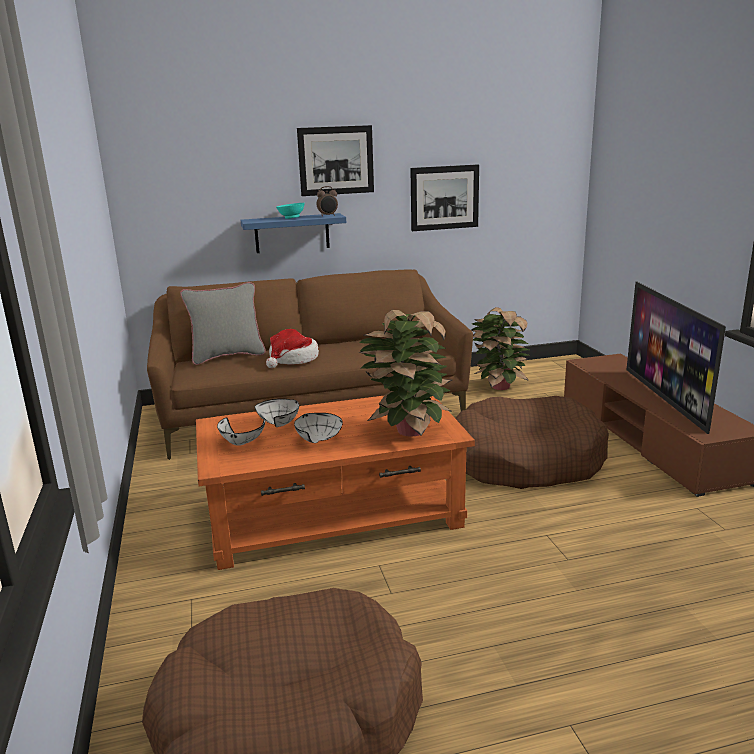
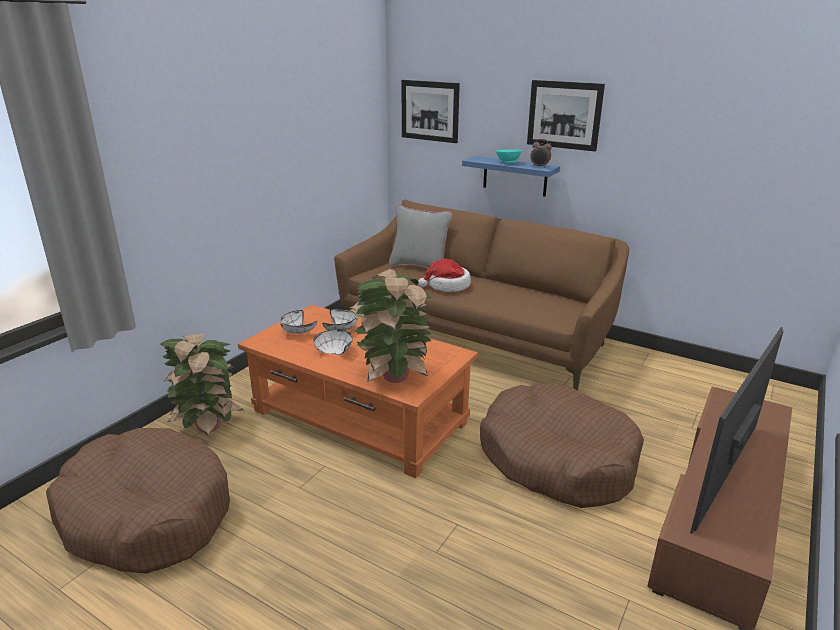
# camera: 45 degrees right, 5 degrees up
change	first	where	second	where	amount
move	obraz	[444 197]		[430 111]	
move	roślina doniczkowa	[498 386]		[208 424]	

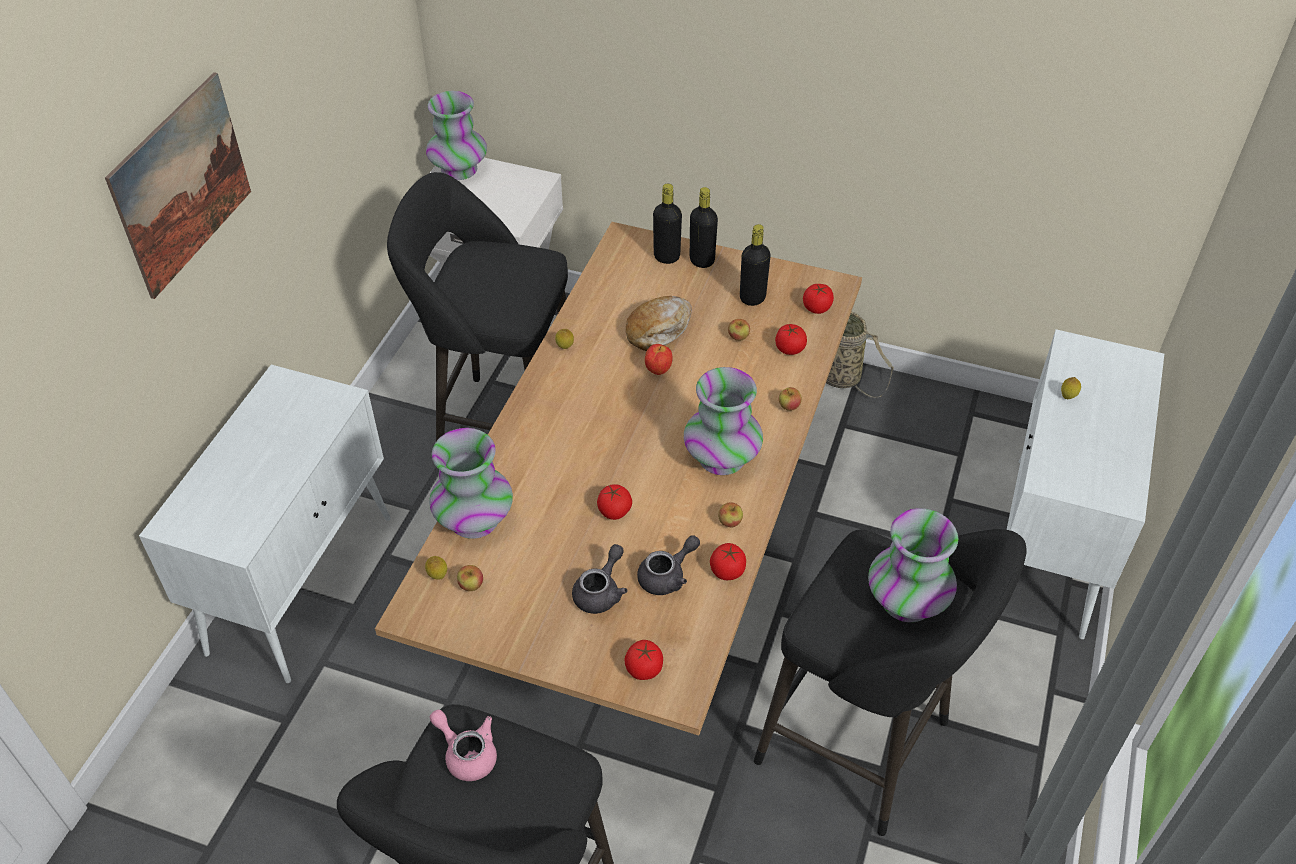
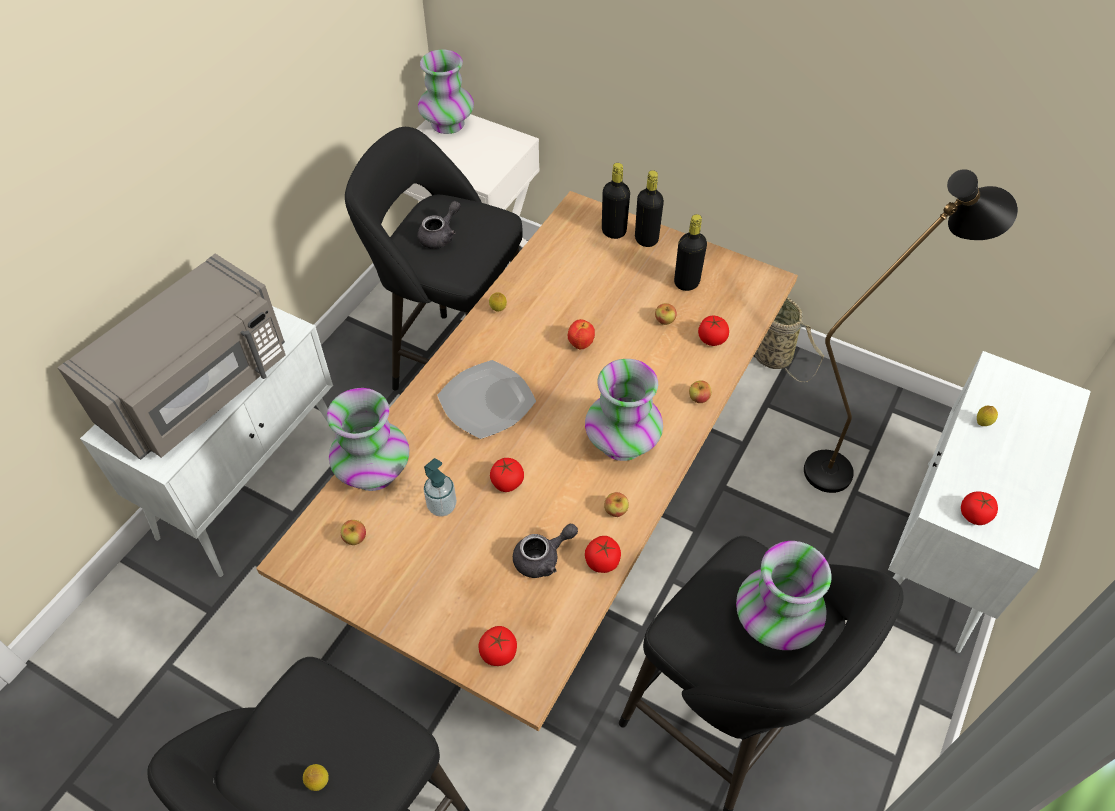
# camera: 10 degrees right, 5 degrees up
change	first	where	second	where	amount
delete	obraz	[182 184]			
move	cytryna	[438 576]		[319 782]	
delete	imbryk [różowy]	[467 753]			
move	imbryk [szary]	[601 592]		[440 236]	
delete	chleb	[658 329]			
move	pomidor	[817 308]		[974 515]	
insert			mikrofalówka [szary]	[200 389]	
insert			dozownik mydła	[442 506]	
insert			talerz	[488 401]	
insert			lampa stojąca [czarny]	[843 465]	

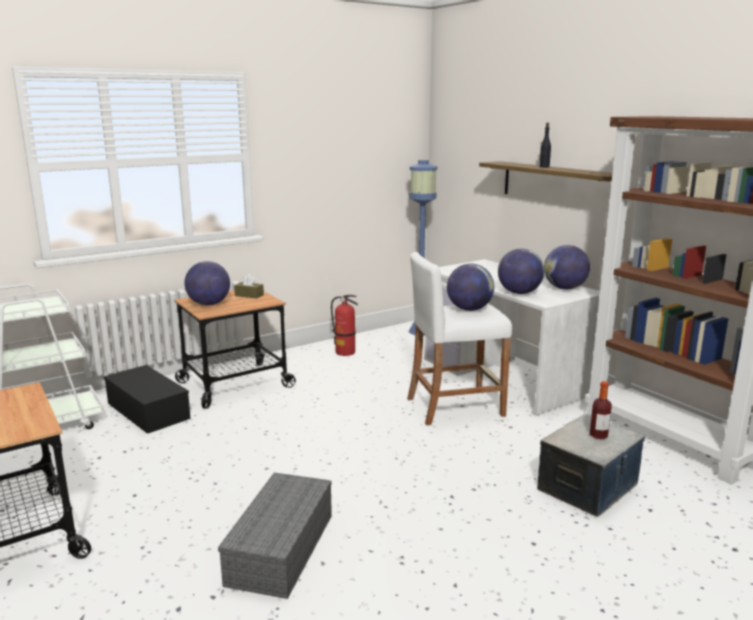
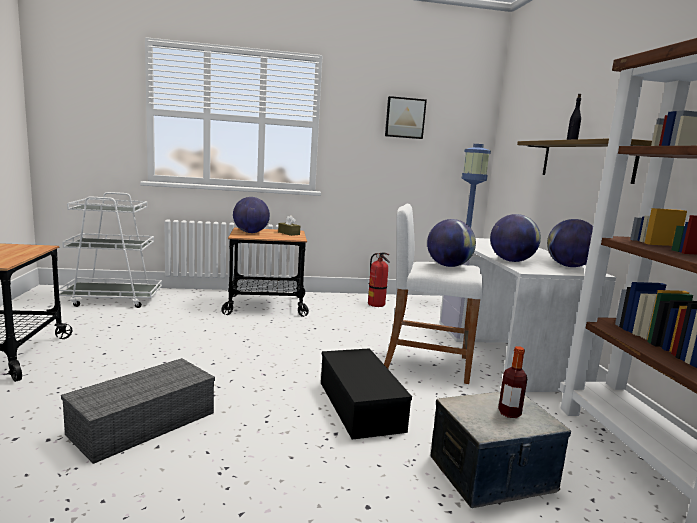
# camera: 25 degrees right, 5 degrees down
change	first	where	second	where	amount
move	pojemnik do przechowywania [czarny]	[149 411]		[362 406]	
insert			obraz	[405 118]	

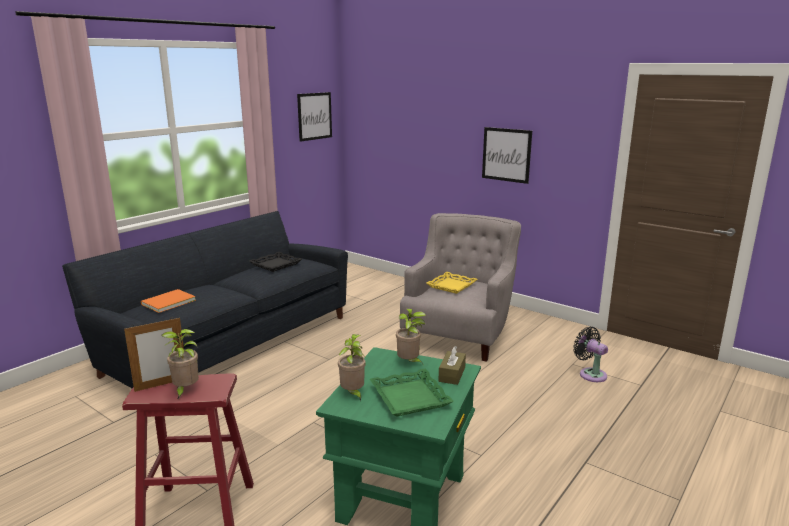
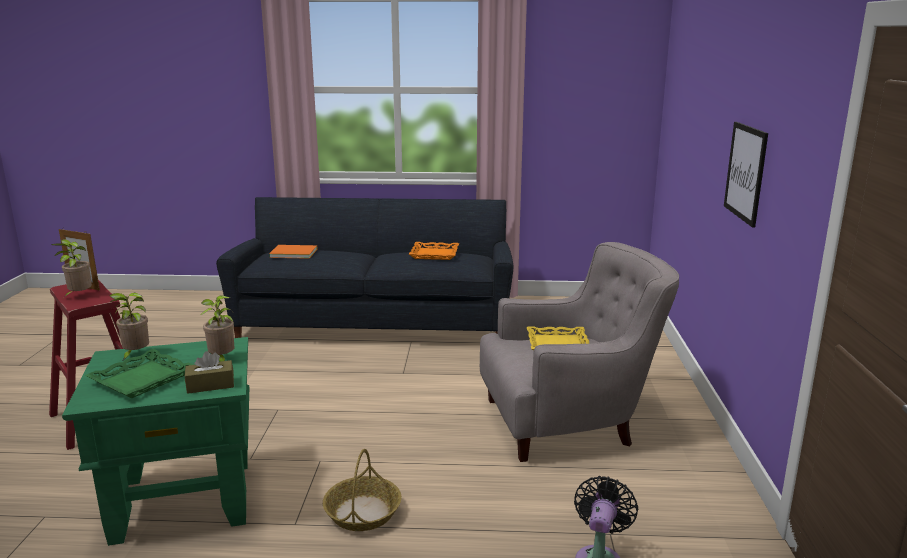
# camera: 55 degrees right, 0 degrees up
change	first	where	second	where	amount
recolor	taca [czarny]	[275 264]	taca [pomarańczowy]	[434 254]	
delete	obraz	[314 116]			
insert			koszyk	[363 513]	

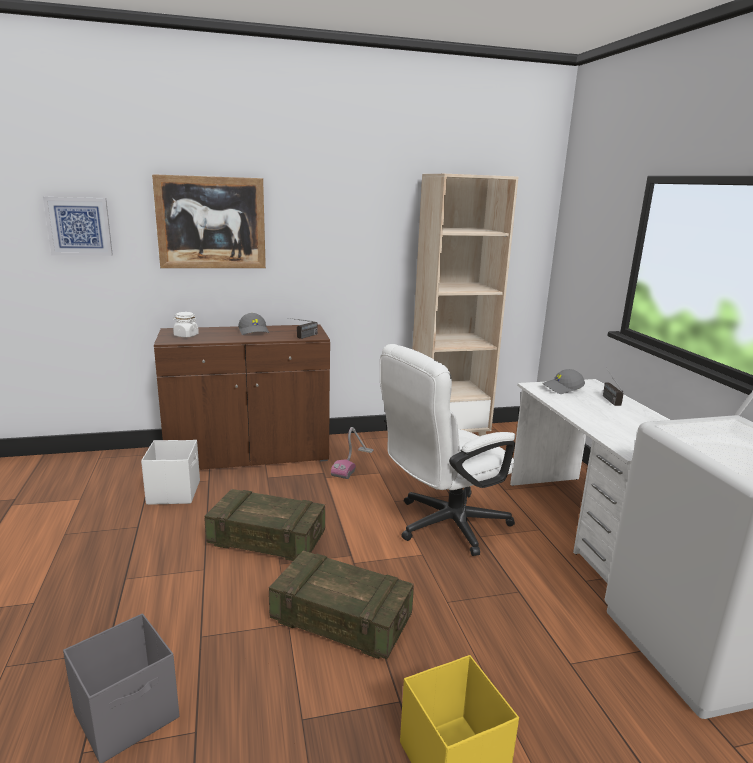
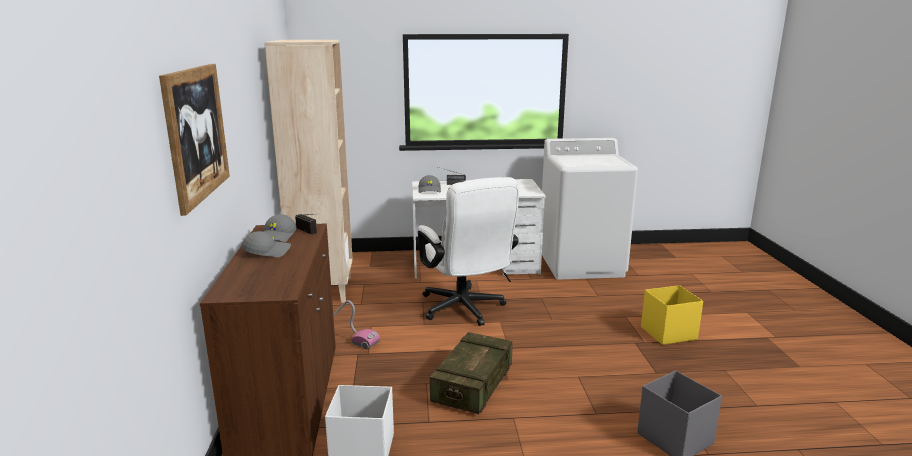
# camera: 80 degrees left, 0 degrees up
change	first	where	second	where	amount
delete	obraz	[79 226]			
delete	słoik [biały]	[186 335]			
delete	skrzynka	[341 621]			
insert			czapka z daszkiem [szary]	[278 236]	

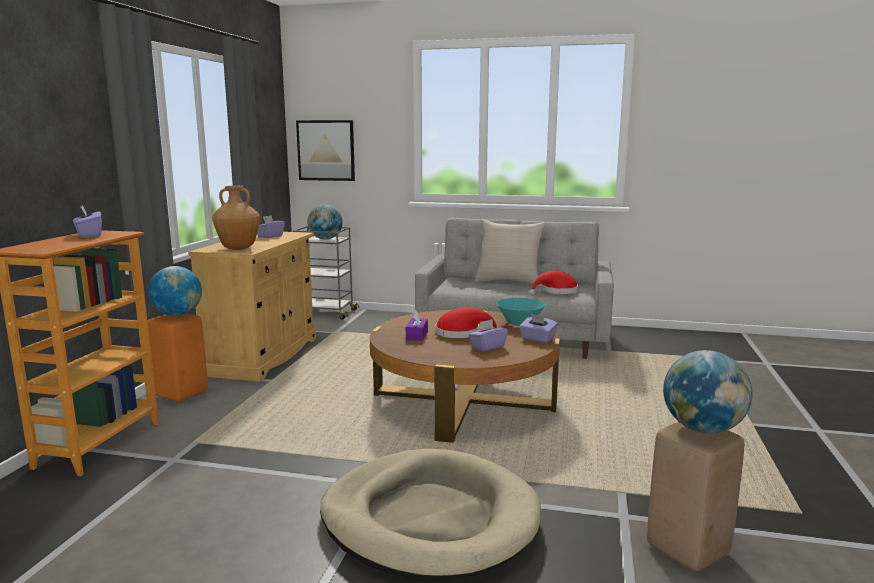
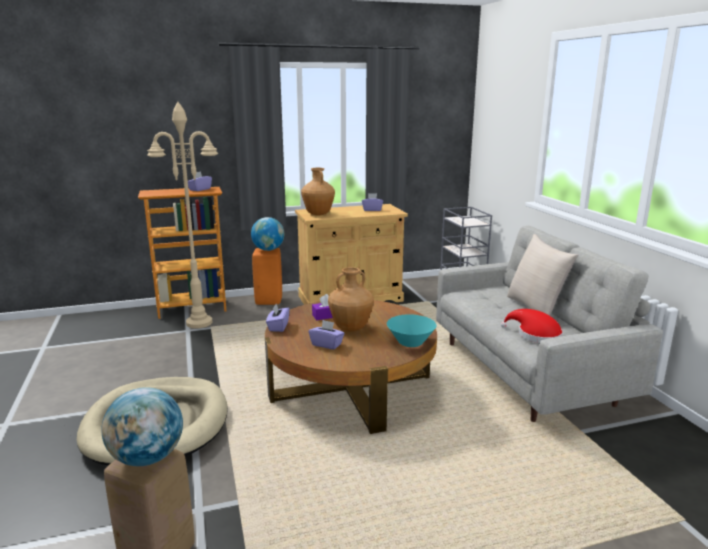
# camera: 60 degrees right, 5 degrees up
change	first	where	second	where	amount
delete	obraz	[326 150]			
delete	globus	[325 239]			
replace	kapelusz [czerwony]	[461 333]	wazon [brązowy]	[351 328]	
move	pudełko chusteczek [fioletowy]	[537 339]		[278 327]	
insert			lampa stojąca [beżowy]	[199 322]	

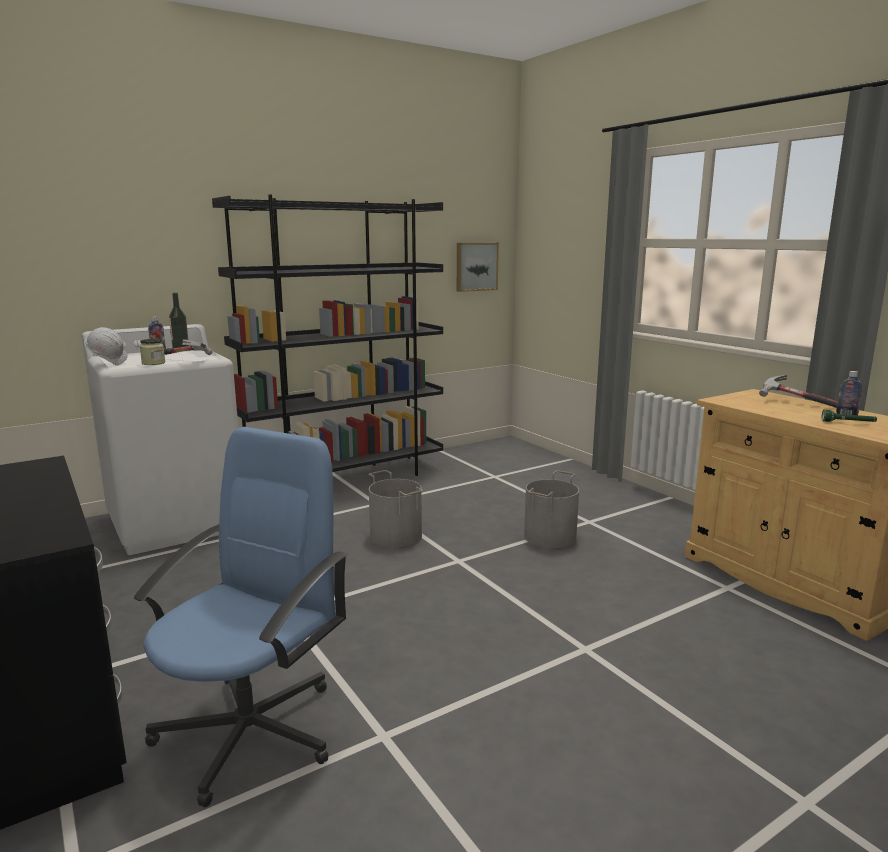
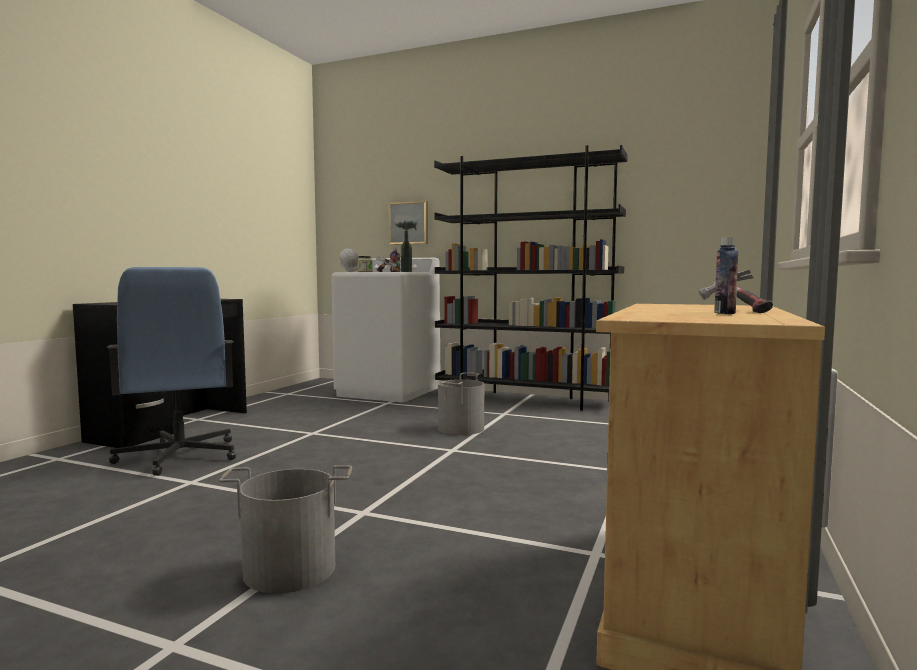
# camera: 55 degrees right, 10 degrees down
change	first	where	second	where	amount
rotate	krzesło biurowe [niebieski]	[251 730]		[179 456]	75 degrees clockwise
move	obraz	[476 266]		[409 223]	
move	wiadro [szary]	[550 537]		[289 570]	
delete	latarka [zielony]	[848 423]			

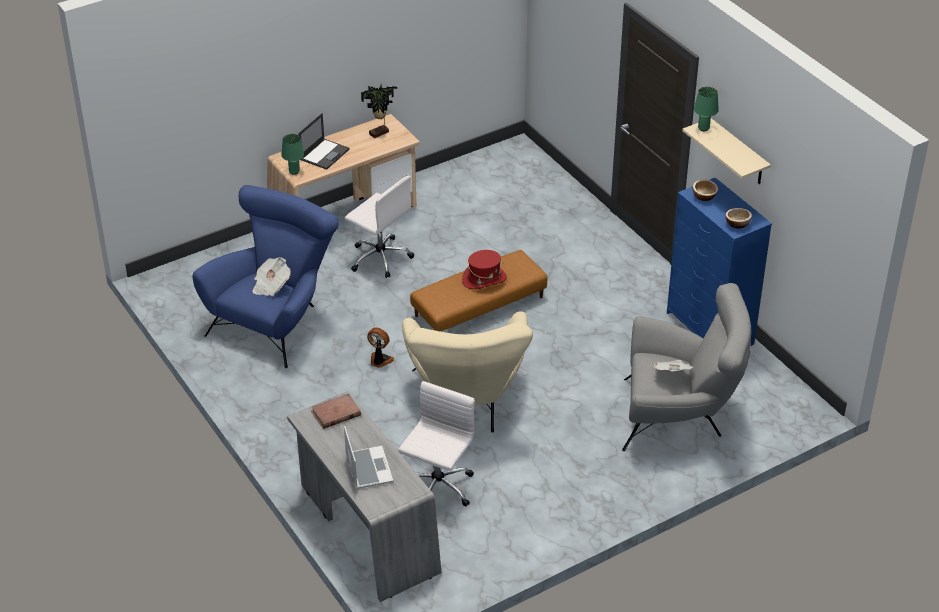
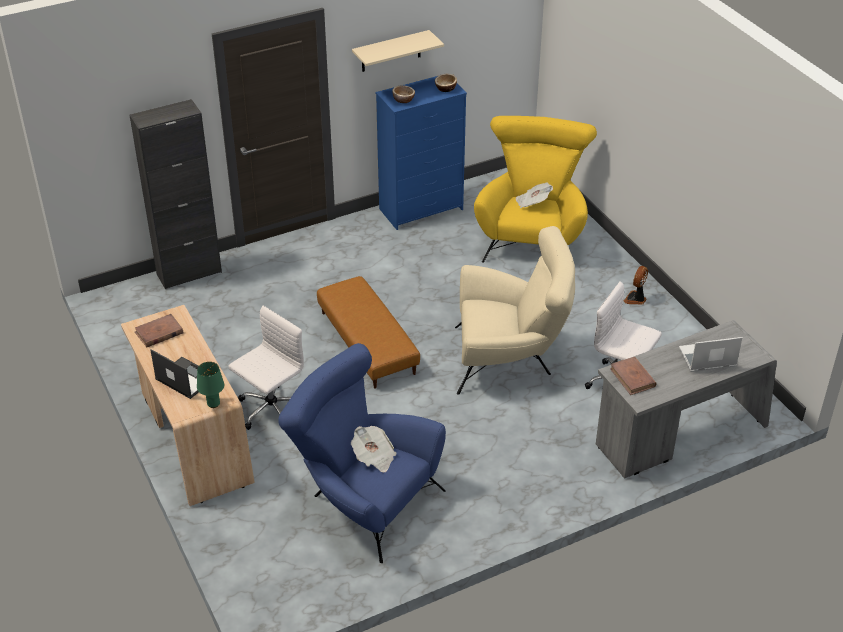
# camera: 85 degrees left, 0 degrees up
change	first	where	second	where	amount
replace	roślina doniczkowa	[380 133]	książka [brązowy]	[159 333]	
move	wentylator	[379 360]		[636 299]	
delete	kapelusz [czerwony]	[484 279]			
recolor	fotel [szary]	[680 417]	fotel [żółty]	[531 237]	
delete	lampa stołowa [zielony]	[703 128]			
insert			szafka [czarny]	[189 273]	

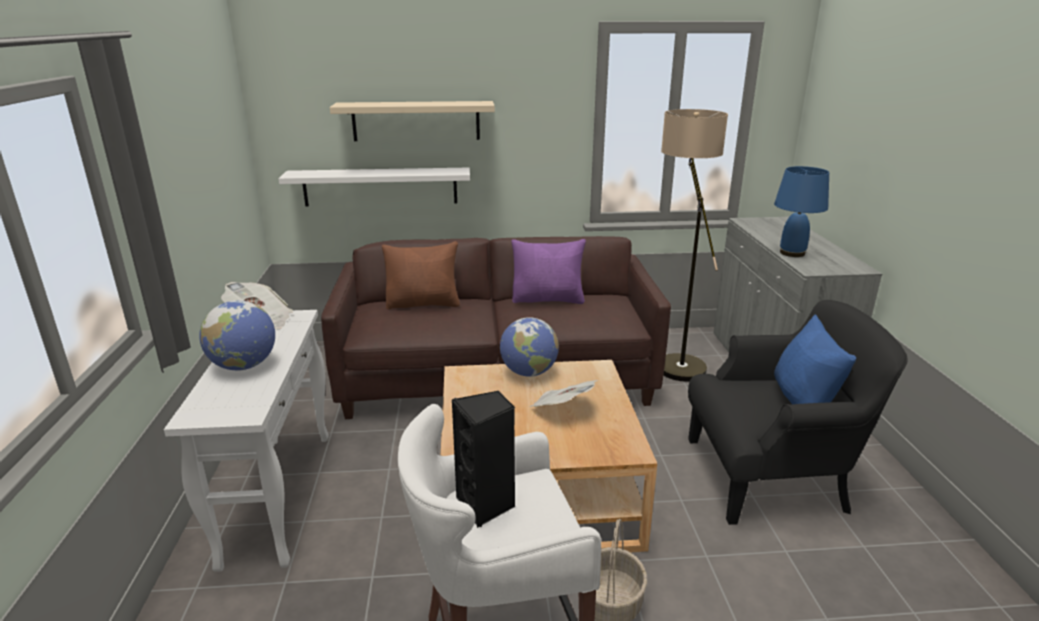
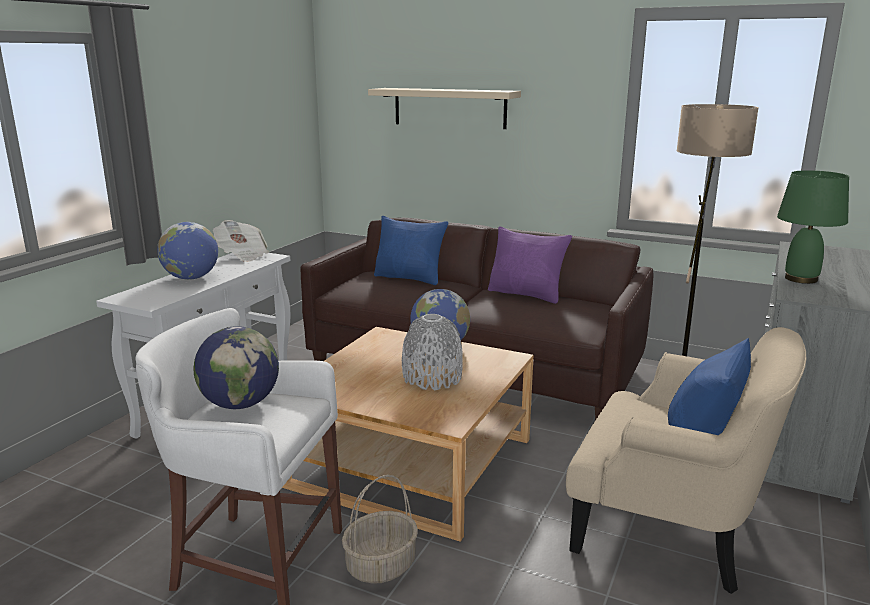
# camera: 30 degrees right, 5 degrees down
change	first	where	second	where	amount
delete	półka [biały]	[380 187]			
recolor	poduszka [brązowy]	[423 304]	poduszka [niebieski]	[410 278]	
replace	głośnik [czarny]	[487 505]	globus	[240 404]	
replace	gazeta	[562 409]	wazon [szary]	[432 378]	
recolor	fotel [czarny]	[770 476]	fotel [beżowy]	[670 528]	
recolor	lampa stołowa [niebieski]	[792 253]	lampa stołowa [zielony]	[800 279]	

